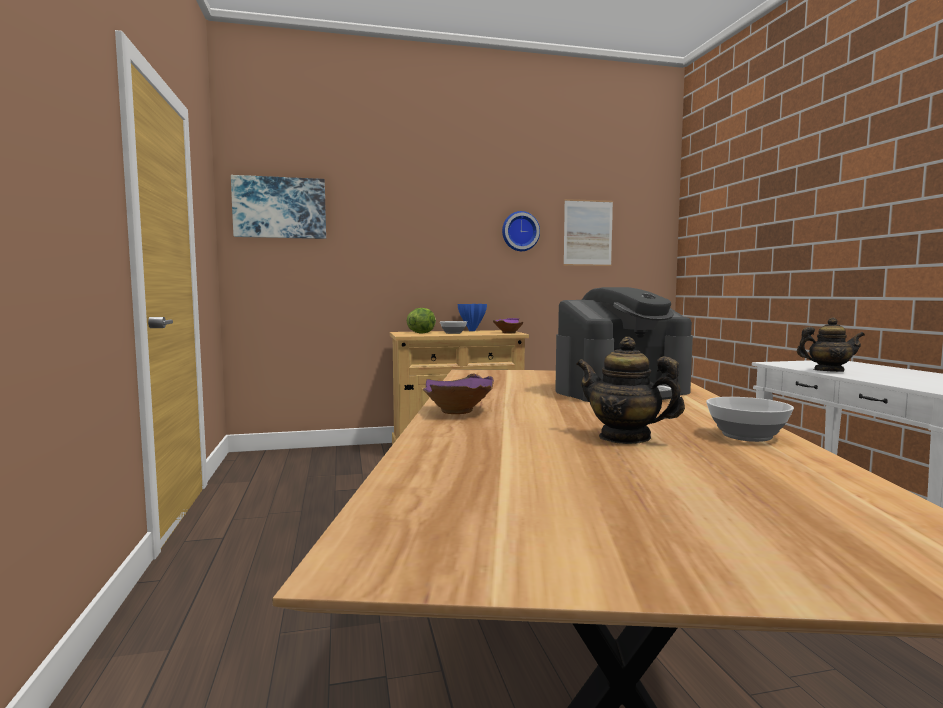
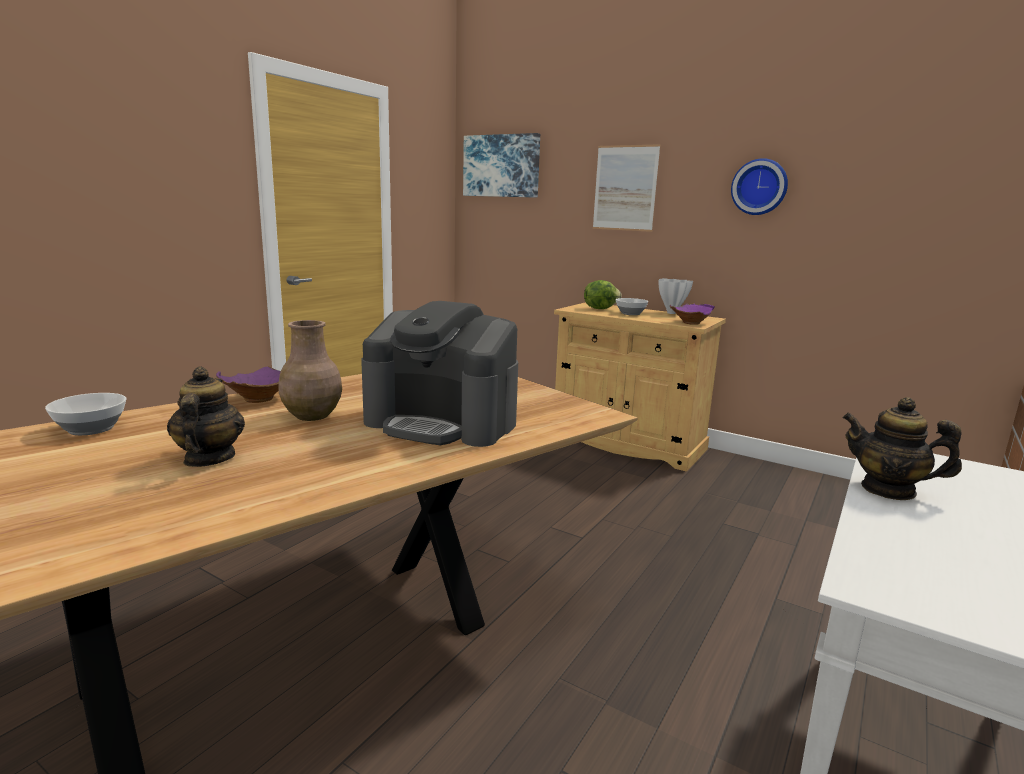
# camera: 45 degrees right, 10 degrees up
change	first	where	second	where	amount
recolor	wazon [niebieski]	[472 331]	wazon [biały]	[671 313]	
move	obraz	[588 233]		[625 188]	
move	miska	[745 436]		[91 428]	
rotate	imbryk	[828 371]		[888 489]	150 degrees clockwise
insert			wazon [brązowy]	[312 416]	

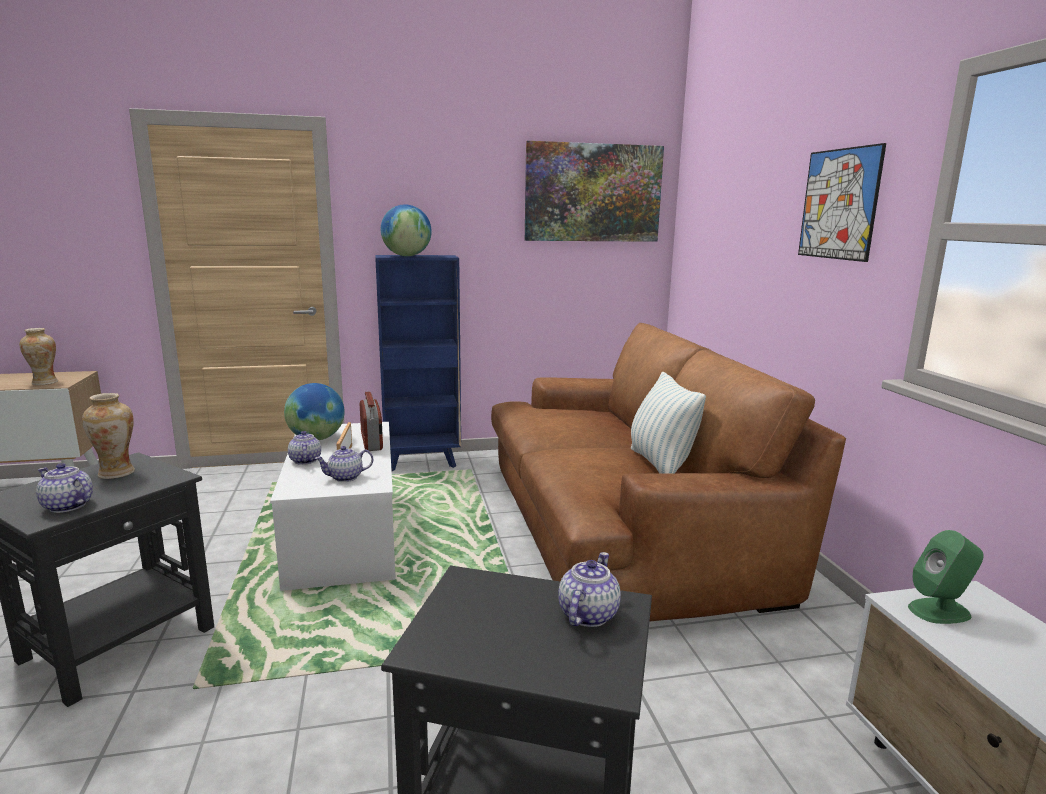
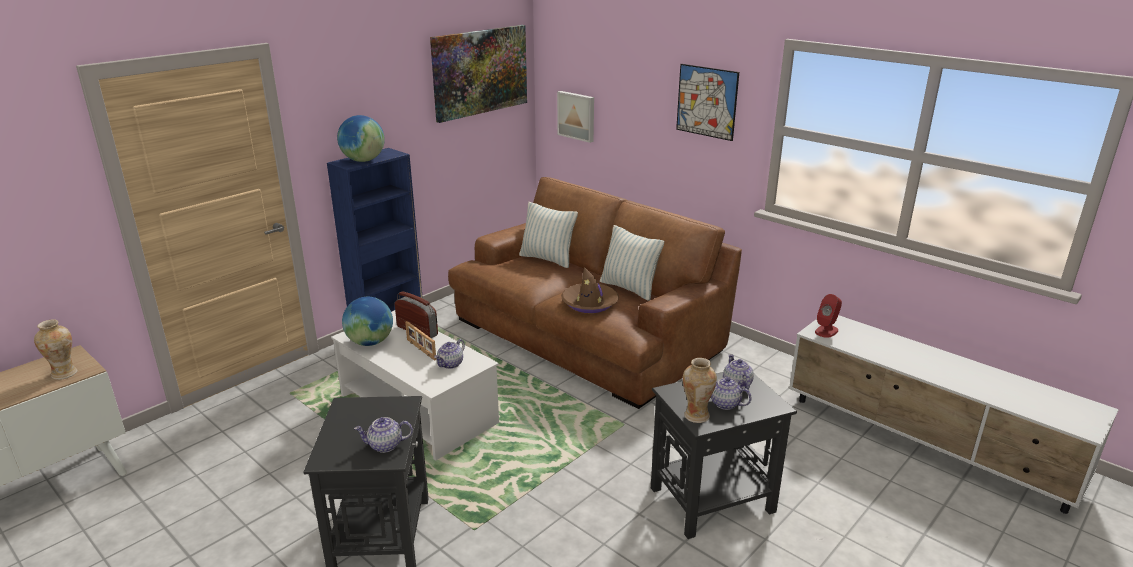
# camera: 35 degrees left, 10 degrees up
change	first	where	second	where	amount
move	wazon	[116 473]		[696 416]	
move	imbryk	[304 460]		[724 403]	
recolor	głośnik [zielony]	[940 611]	głośnik [czerwony]	[826 331]	
insert			poduszka	[547 259]	
insert			obraz	[577 116]	
insert			kapelusz [brązowy]	[590 303]	

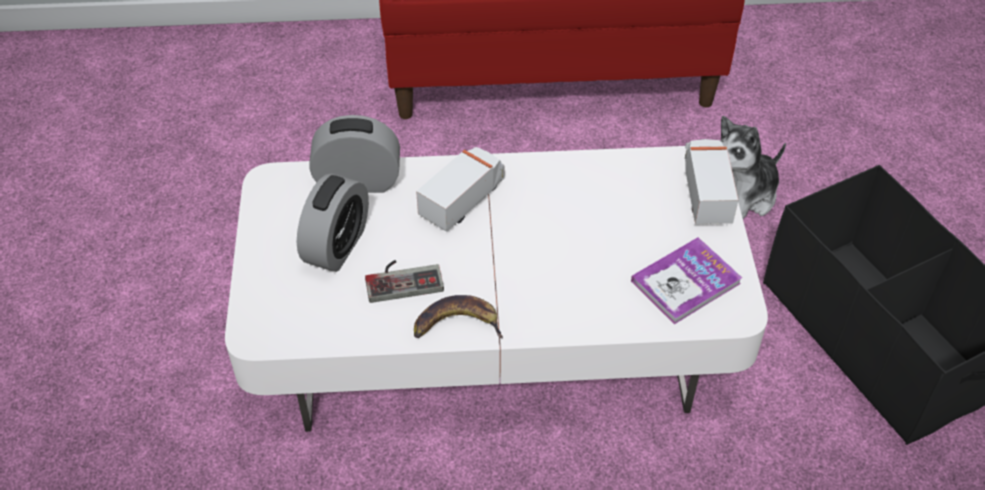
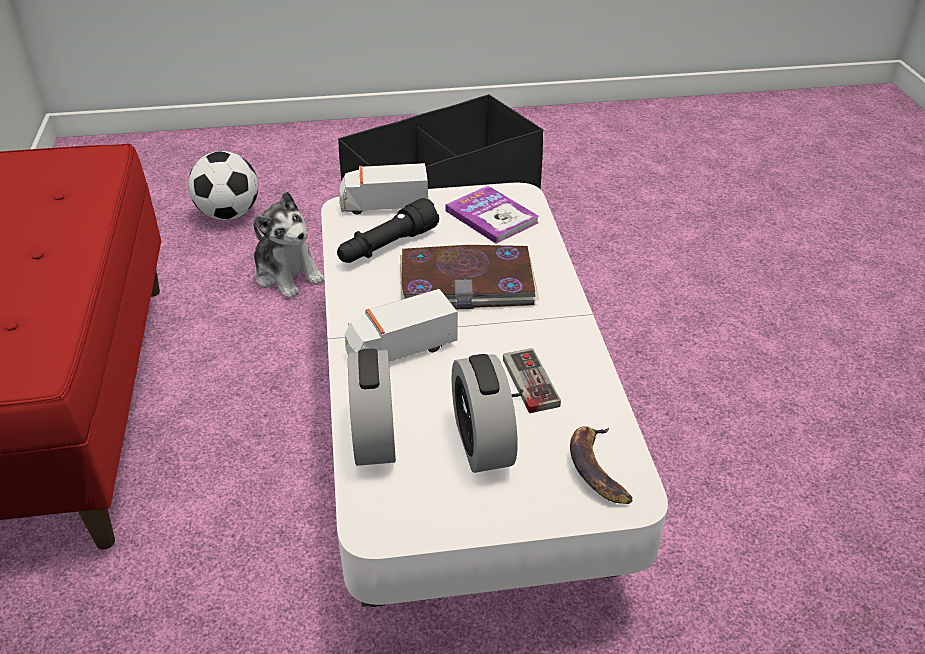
# camera: 95 degrees left, 10 degrees down
change	first	where	second	where	amount
rotate	budzik	[337 246]		[482 443]	120 degrees counterclockwise
move	banan	[457 324]		[597 468]	
rotate	ciężarówka zabawkowa	[463 199]		[400 349]	60 degrees counterclockwise
insert			piłka futbolowa	[229 214]	
insert			latarka [czarny]	[387 246]	
insert			książka	[467 282]	

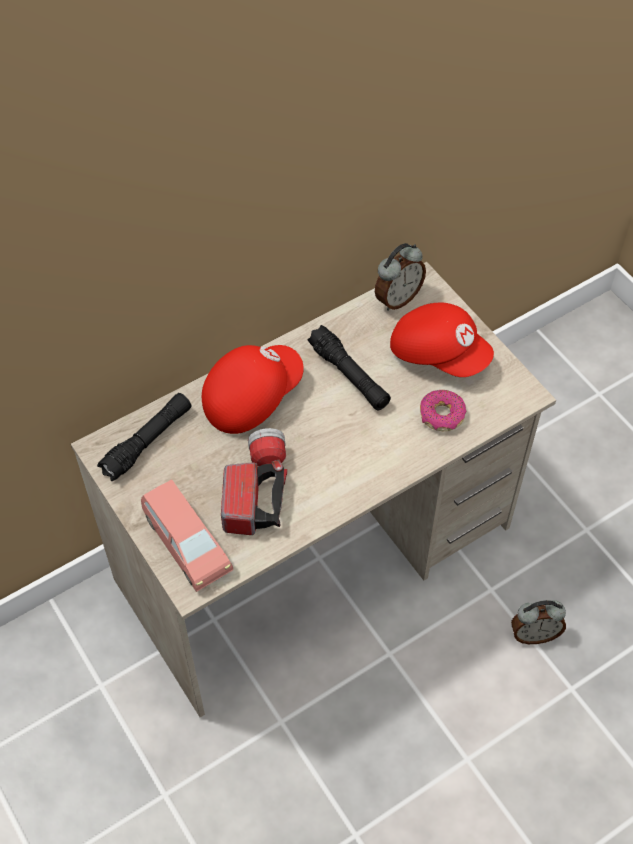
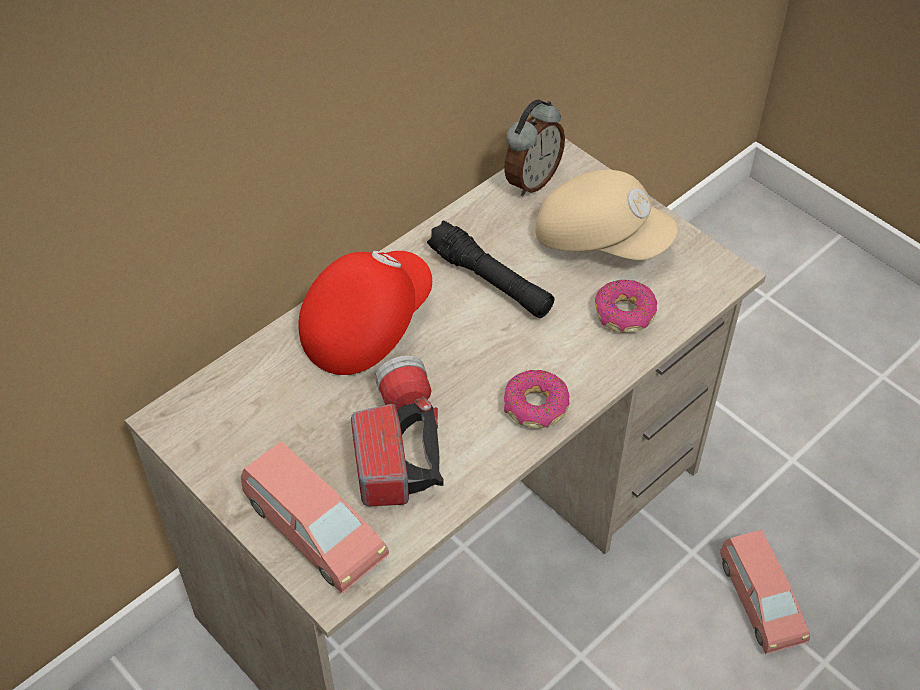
# camera: 10 degrees left, 5 degrees down
change	first	where	second	where	amount
delete	latarka [czarny]	[147 442]			
recolor	czapka z daszkiem [czerwony]	[439 353]	czapka z daszkiem [beżowy]	[601 238]	
replace	budzik	[534 634]	samochodzik [różowy]	[760 600]	
insert			donut	[535 406]	

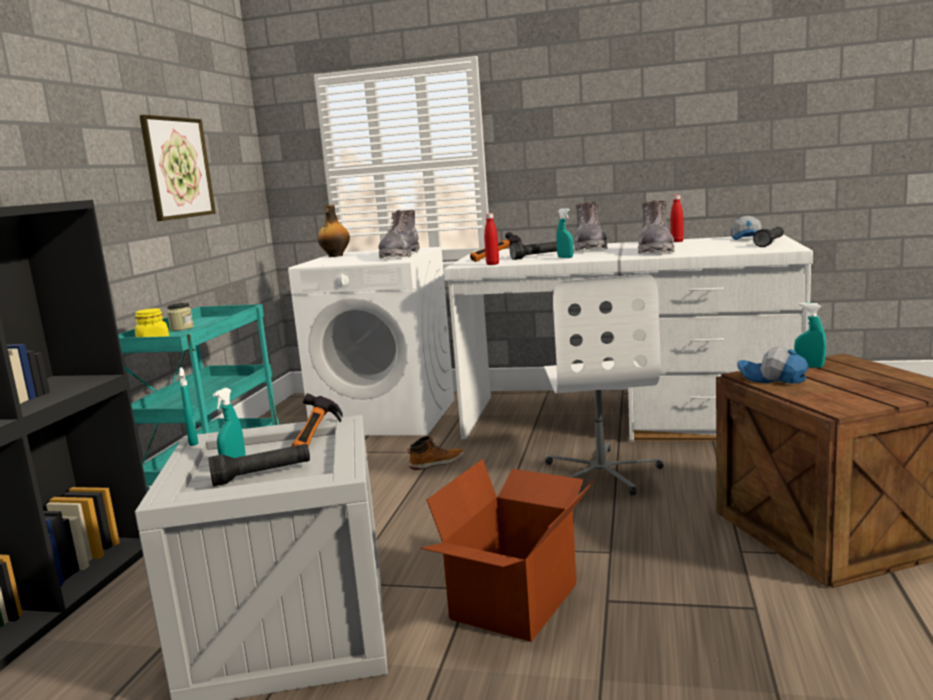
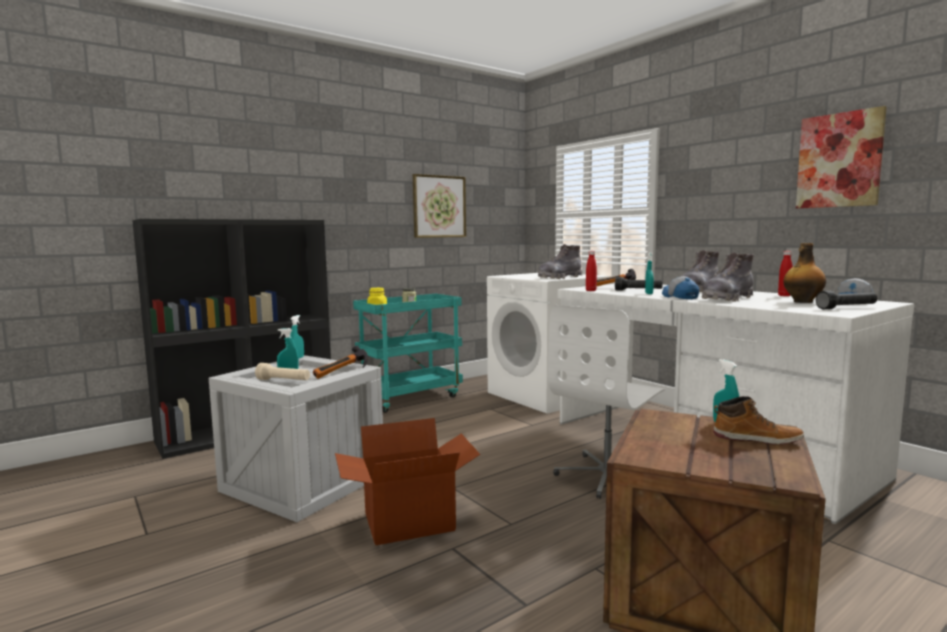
# camera: 40 degrees right, 5 degrees down
change	first	where	second	where	amount
recolor	latarka [czarny]	[262 475]	latarka [beżowy]	[283 381]	
move	butelka	[335 256]		[802 302]	
move	but z cholewką	[436 463]		[756 439]	
move	czapka z daszkiem	[772 378]		[679 297]	
insert			obraz	[839 160]	

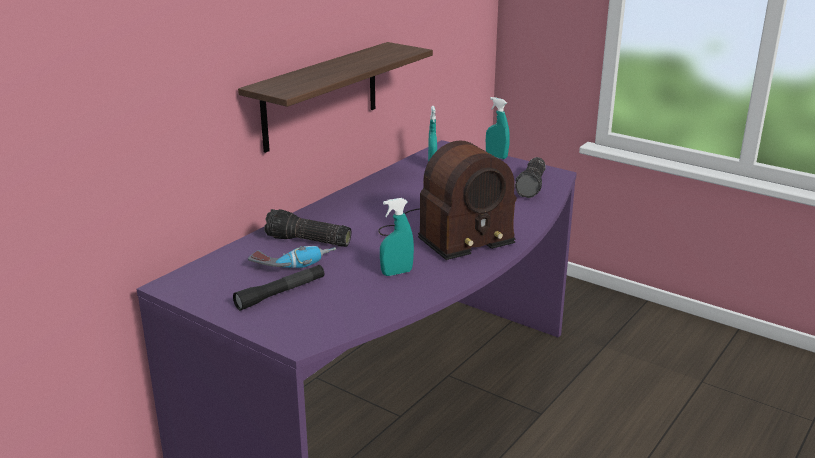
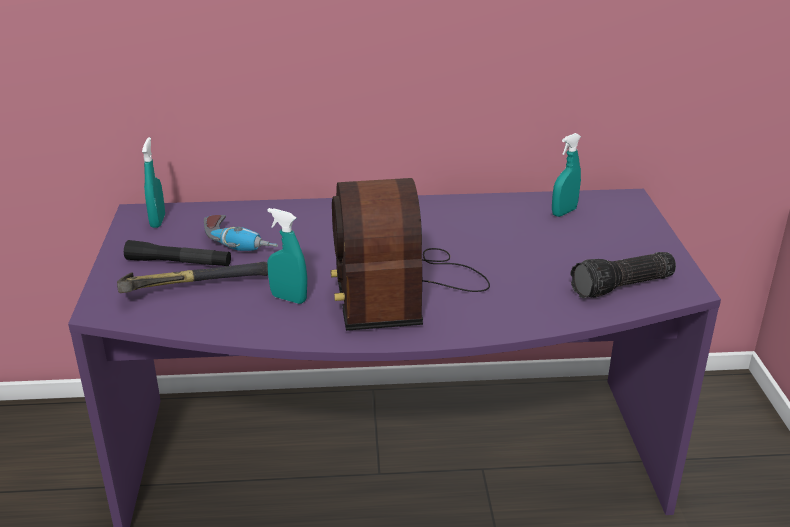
# camera: 50 degrees right, 5 degrees up
change	first	where	second	where	amount
delete	półka	[321 96]			
delete	latarka	[307 241]			
rotate	radio	[443 237]		[402 289]	60 degrees clockwise
move	spryskiwacz [turkusowy]	[496 156]		[158 221]	
insert			młotek	[189 288]	

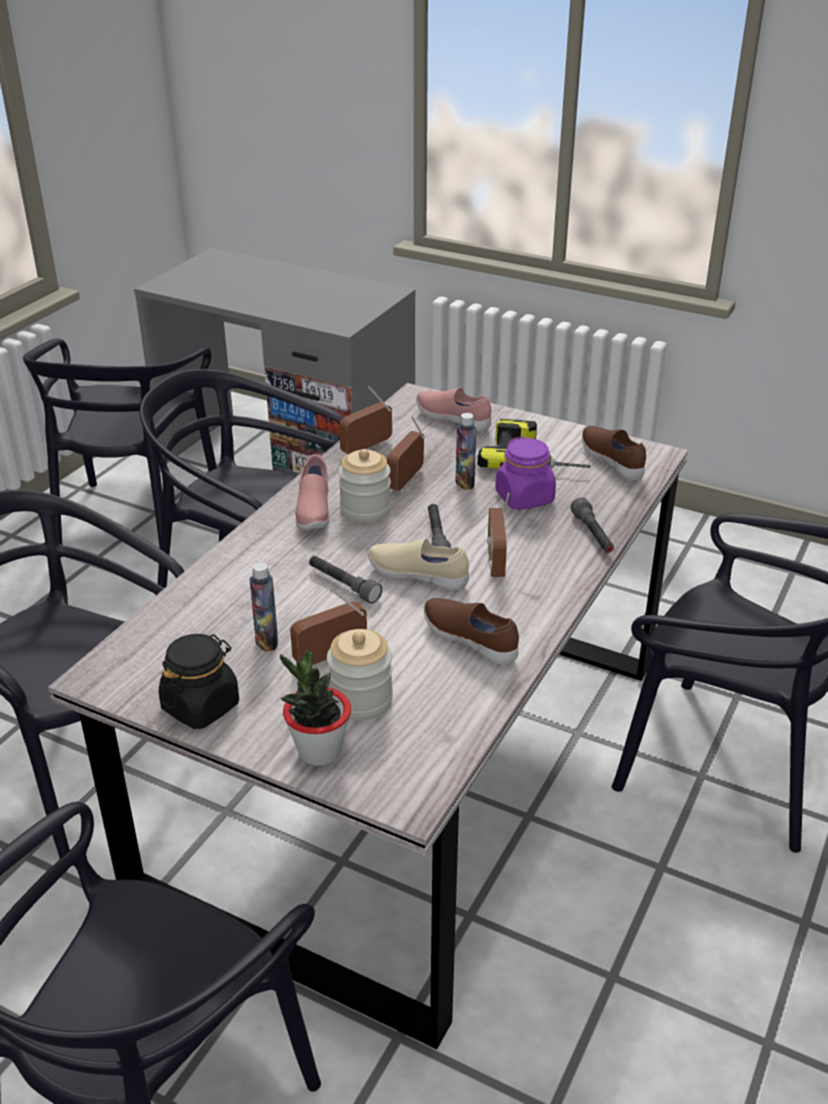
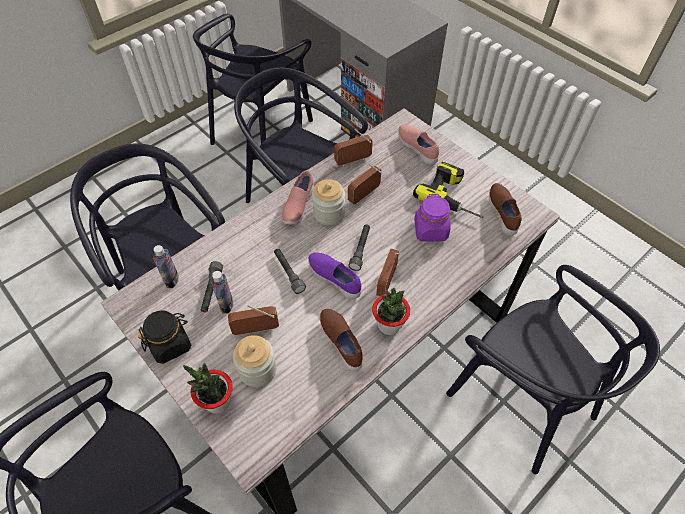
# camera: 20 degrees right, 20 degrees up
change	first	where	second	where	amount
recolor	but [beżowy]	[418 576]	but [fioletowy]	[335 278]	
move	butelka	[465 482]		[172 280]	
move	latarka [szary]	[593 535]		[211 290]	
insert			roślina doniczkowa	[389 325]	

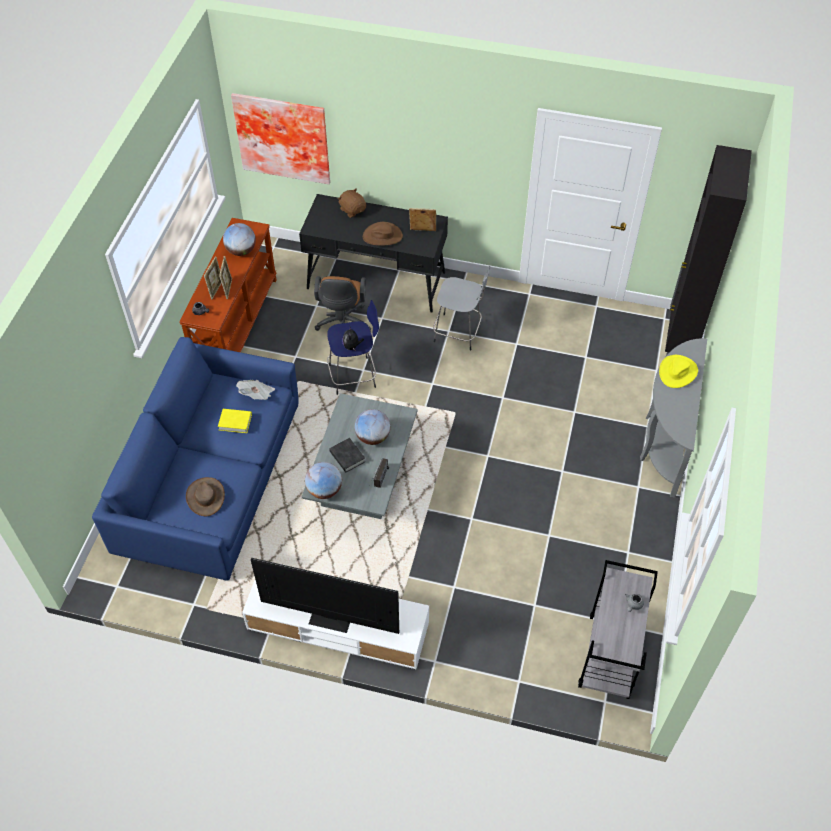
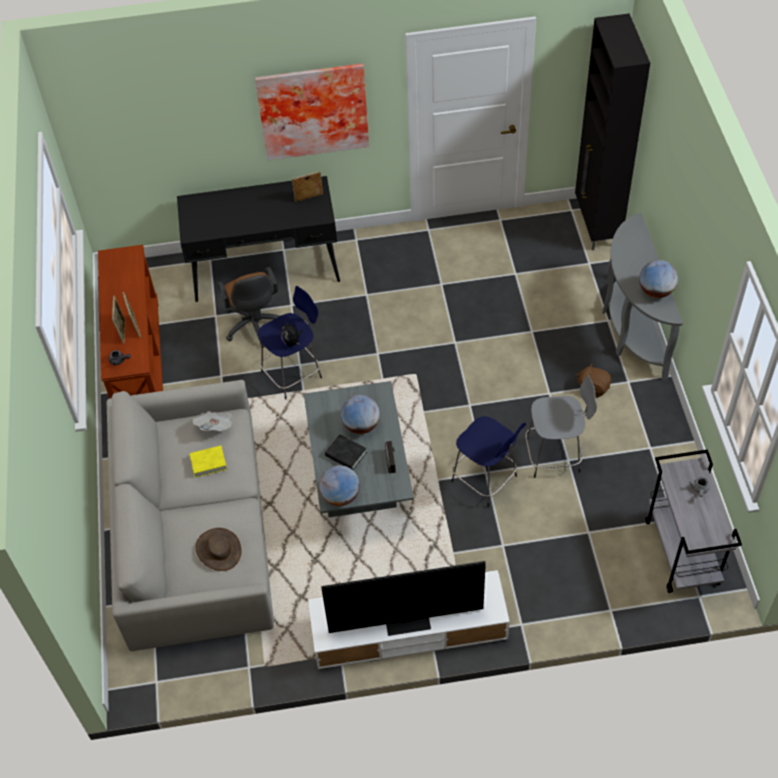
# camera: 20 degrees left, 0 degrees up
change	first	where	second	where	amount
recolor	kanapa [niebieski]	[209 476]	kanapa [szary]	[194 531]	
move	globus	[241 251]		[656 291]	
move	obraz	[283 136]		[313 109]	
move	pluszak [brązowy]	[352 210]		[593 387]	
delete	kapelusz [brązowy]	[382 236]			
move	stołek [szary]	[459 332]		[555 455]	
delete	kapelusz [żółty]	[677 372]			
insert			stołek [niebieski]	[486 480]	

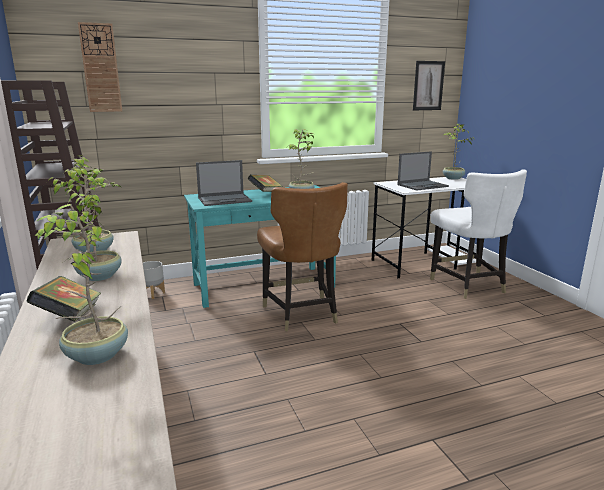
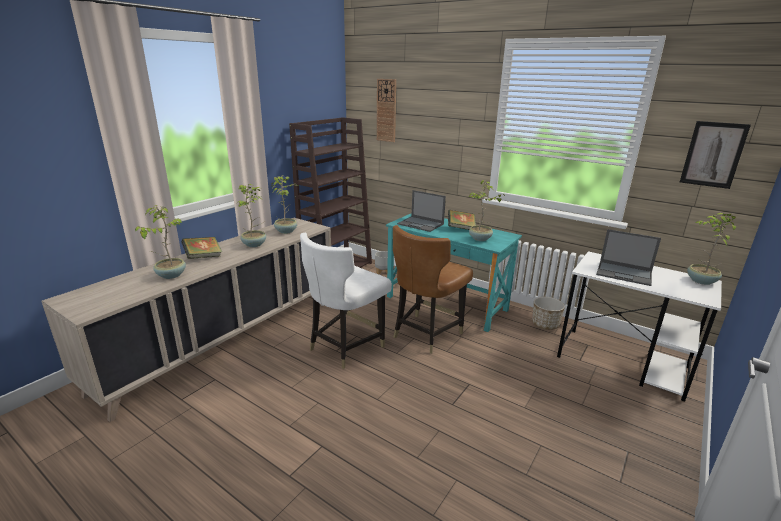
# camera: 55 degrees right, 5 degrees up
change	first	where	second	where	amount
move	krzesło [biały]	[468 285]		[345 346]	
insert			donica	[545 324]	

